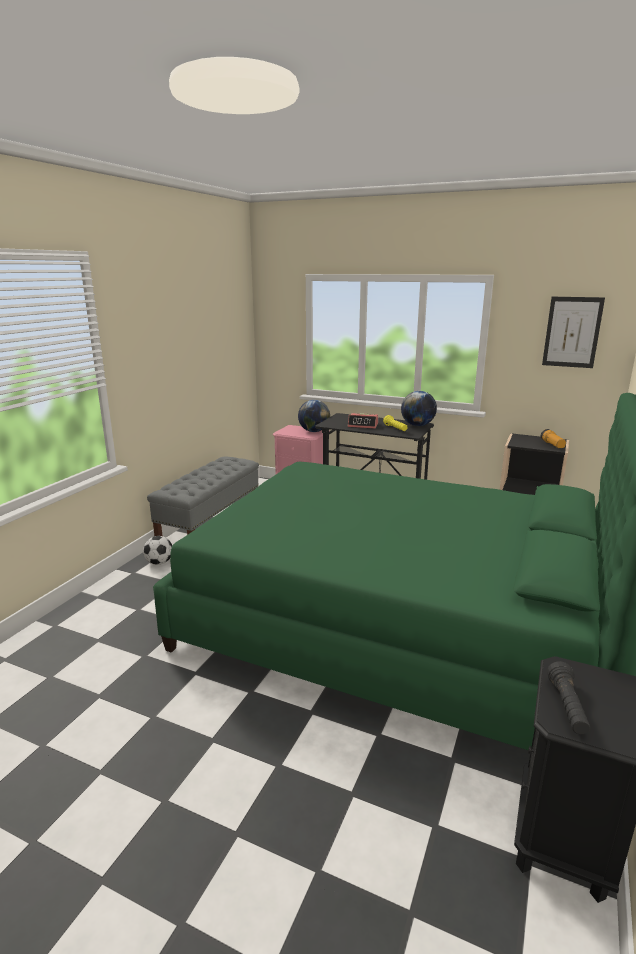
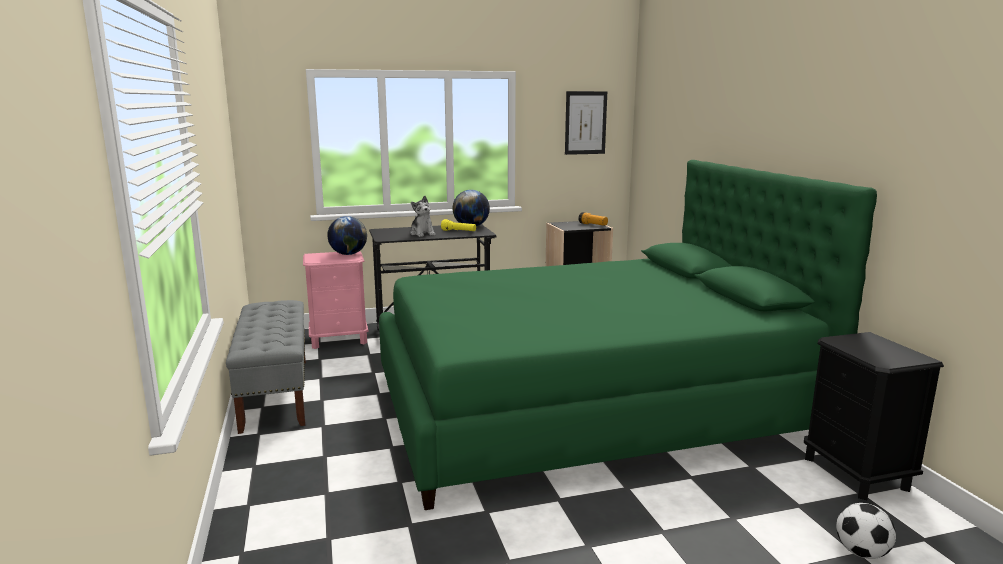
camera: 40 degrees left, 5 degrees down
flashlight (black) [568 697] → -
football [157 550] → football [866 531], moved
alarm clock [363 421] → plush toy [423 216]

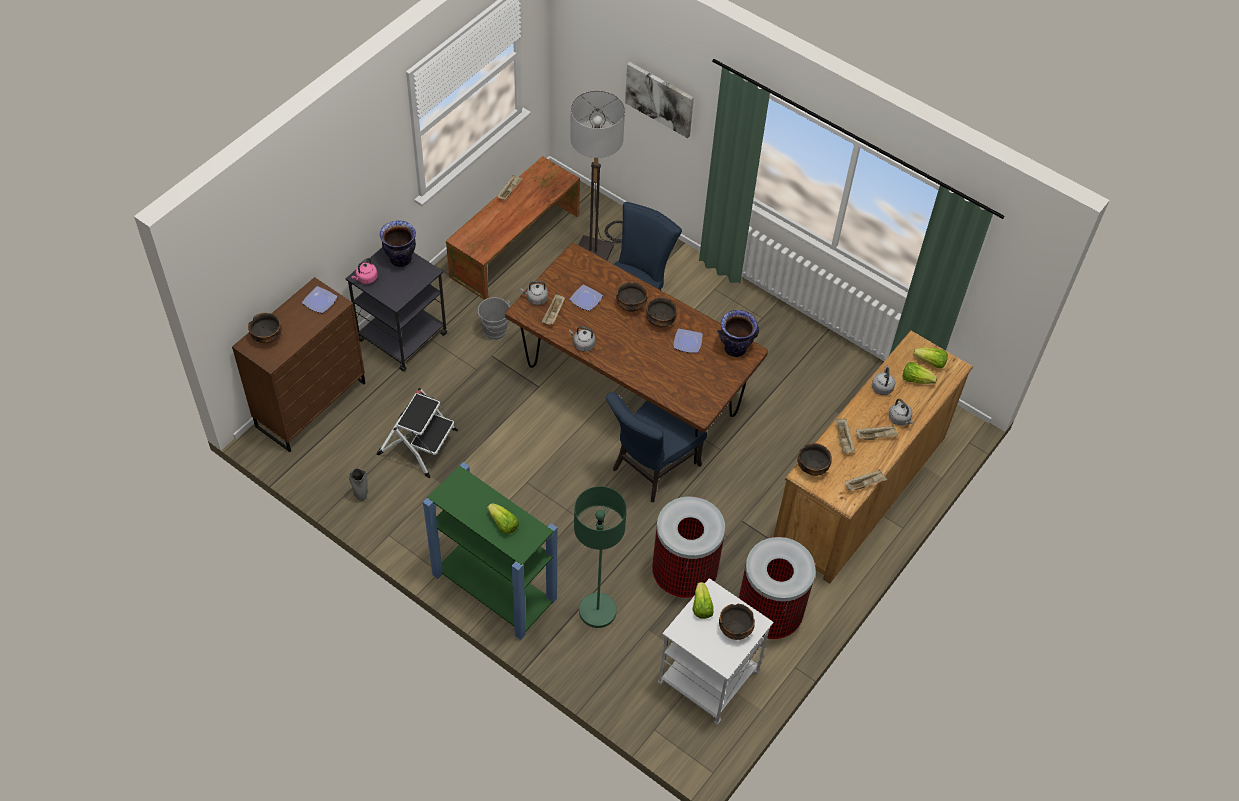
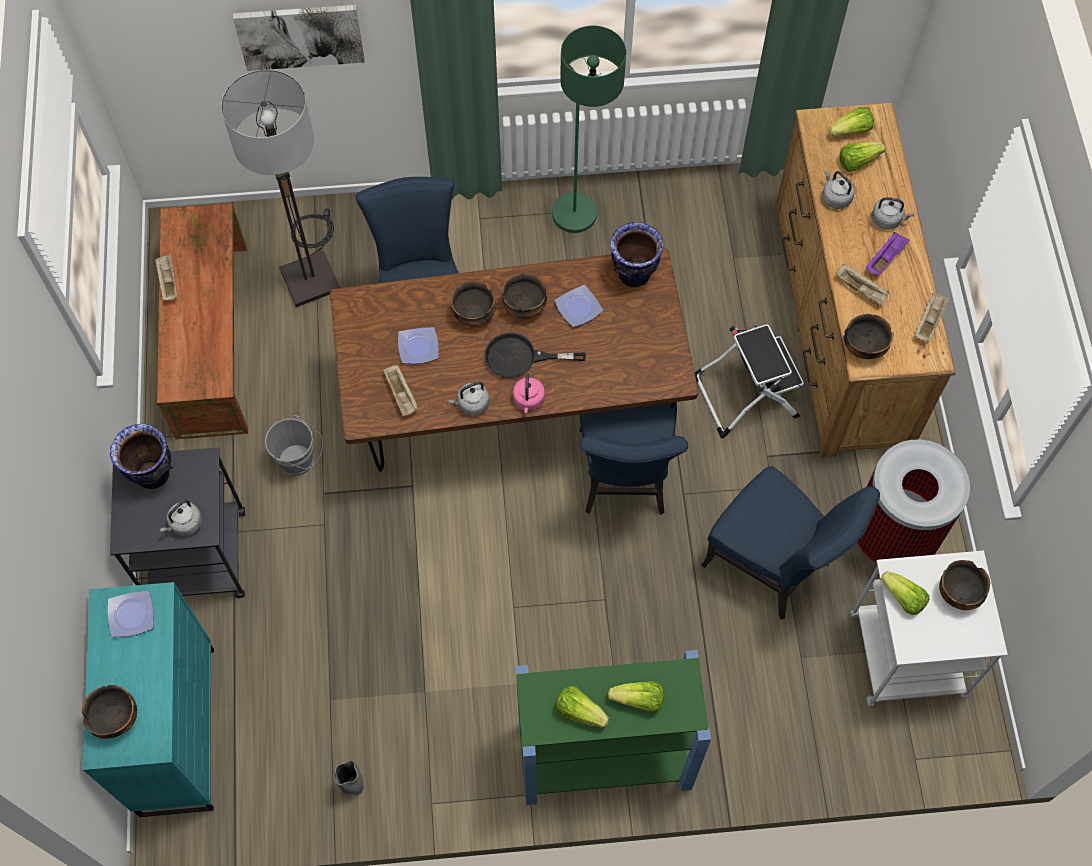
camera: 40 degrees left, 10 degrees up
- → frying pan (black) [535 355]
- → lettuce [582 707]
kettle (pink) [364 271] → kettle (pink) [529 393], moved
step ladder [417 433] → step ladder [749 381], moved
kettle (grey) [534 293] → kettle (grey) [180 518], moved
floor lamp (green) [600 557] → floor lamp (green) [589 129], moved
trash can [688 547] → chair (blue) [790 543]
dresser (brown) [298 364] → dresser (turquoise) [148 699]
tray (beige) [877 432] → tray (purple) [888 254]

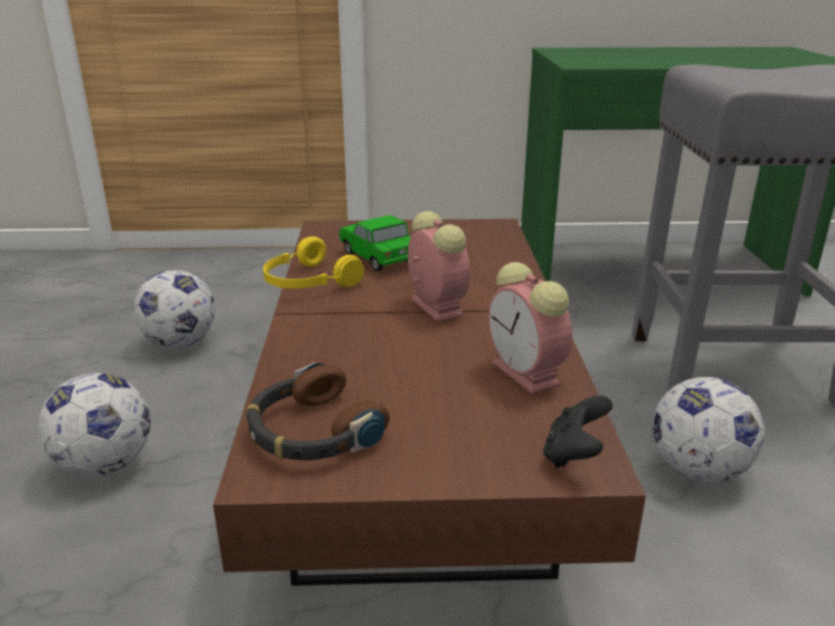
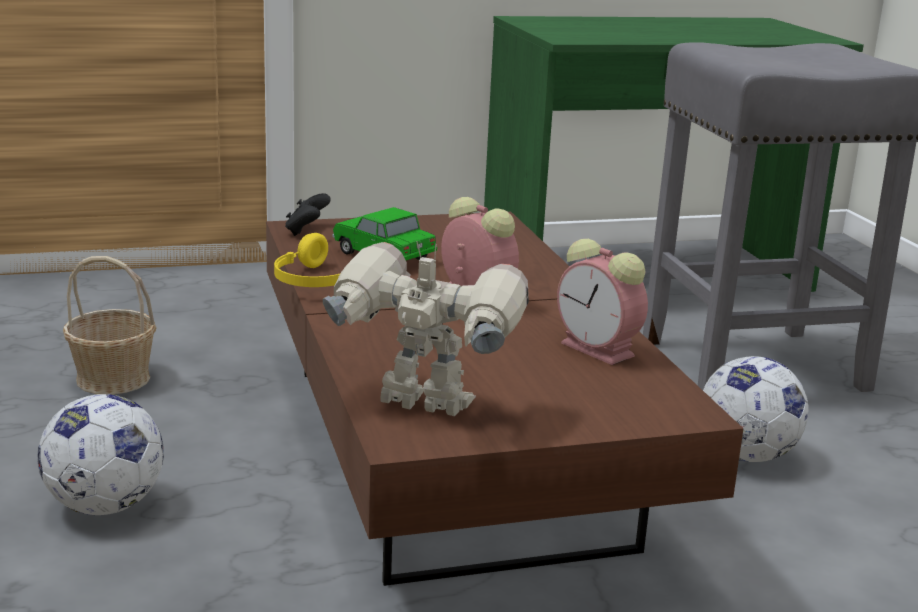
camera: 15 degrees left, 5 degrees down
game controller (black) [578 431] → game controller (black) [308 214], moved
football [174 309] → basket [109 325]
headphones [318 411] → toy robot [426 328]

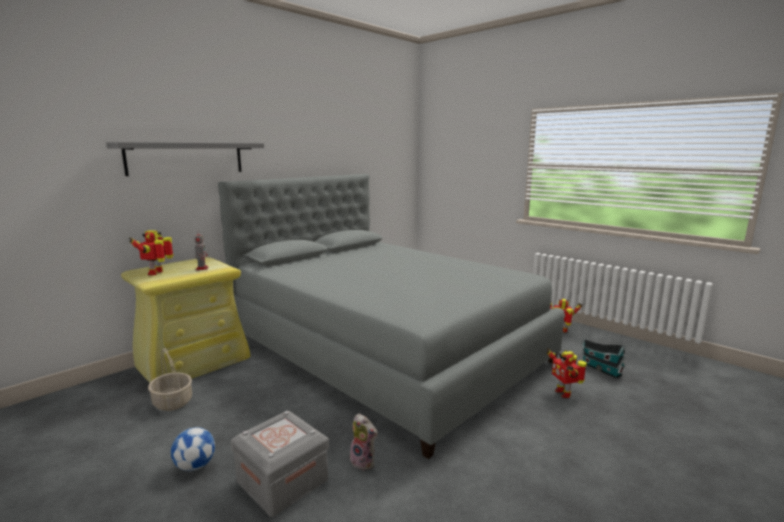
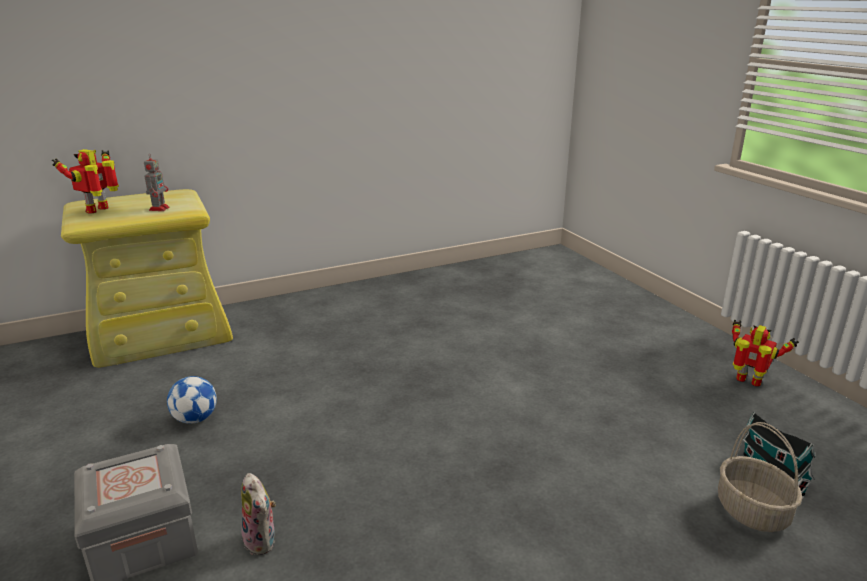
camera: 20 degrees right, 10 degrees up
shelf (grey) [185 159] → -
bed (grey) [391 316] → -
toy robot [567 373] → -
basket [170 379] → basket [760 477], moved
football [193 449] → football [192 400], moved

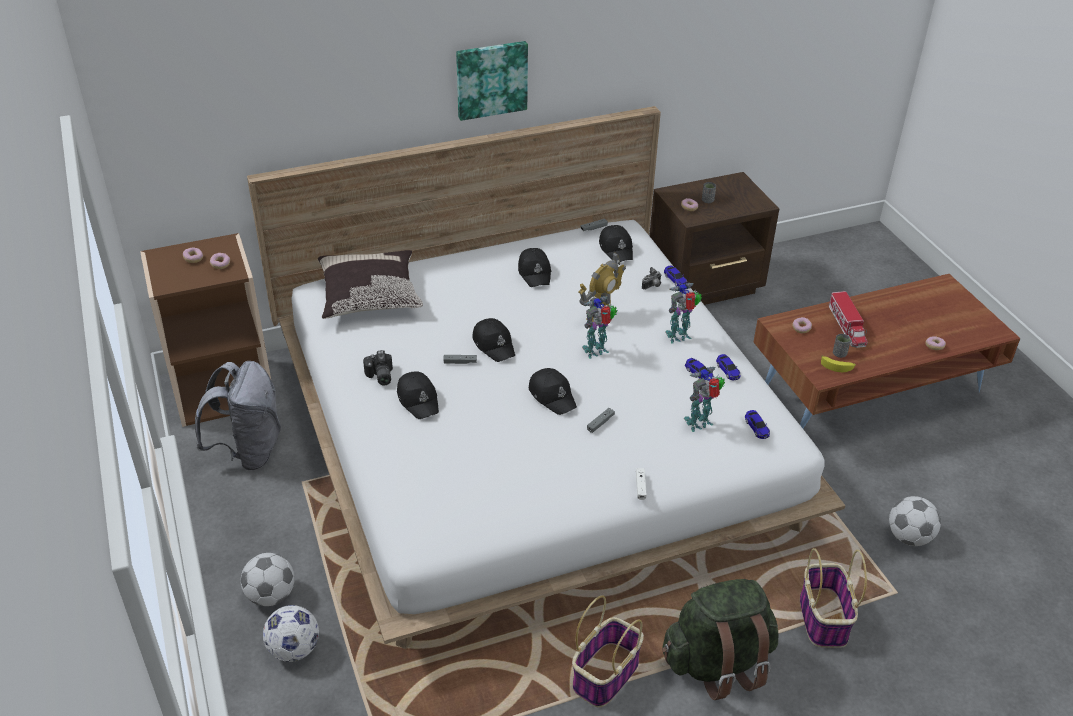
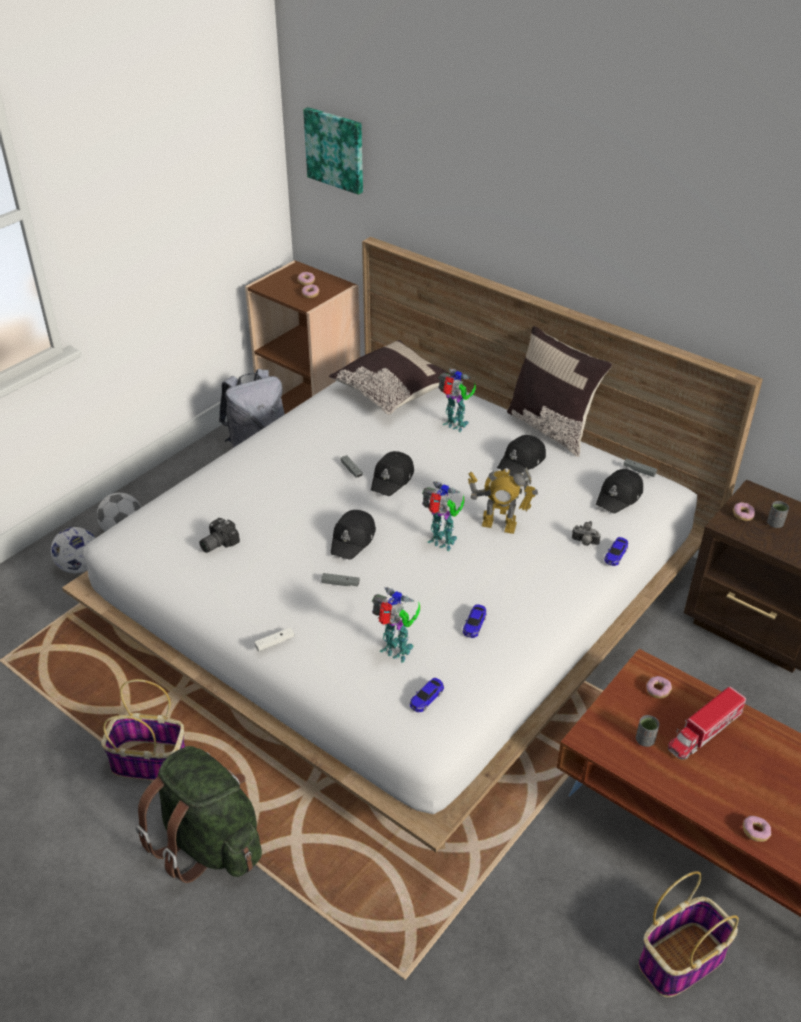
camera: 60 degrees right, 0 degrees up
cap (black) [418 395] → -
toy car [728 367] → -
banana [838 363] → -
football [915 521] → -
- → pillow [559 391]
photo camera [378 368] → photo camera [219 535], moved
picture [492 81] → picture [333 151], moved
toy robot [683 313] → toy robot [457 400], moved
basket [833 598] → basket [688 934], moved

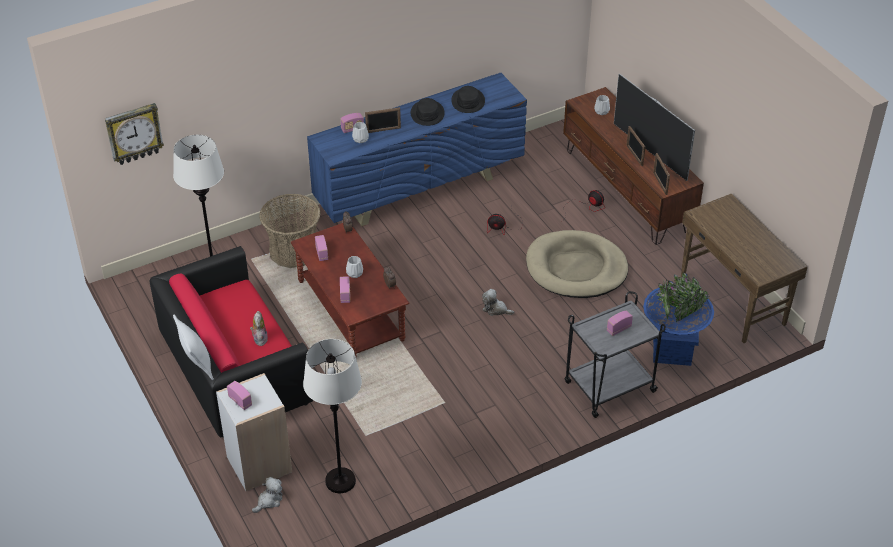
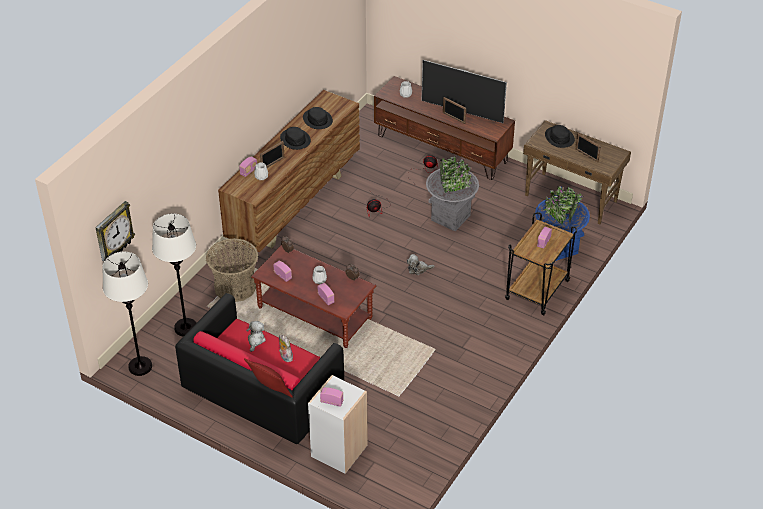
camera: 30 degrees left, 0 degrees up
- → hat (black) [560 136]
plush toy [267 495] → plush toy [256 336], moved
floor lamp (white) [332 416] → floor lamp (white) [127 314], moved
picture frame [661 174] → picture frame [588 148], moved
dog bed (beige) [577 264] → planter (grey) [452 194]
pillow (white) [193 347] → pillow (red) [268 378]
cabinet (blue) [417 149] → cabinet (brown) [289 171]
cart (grey) [615 354] → cart (brown) [541 263]

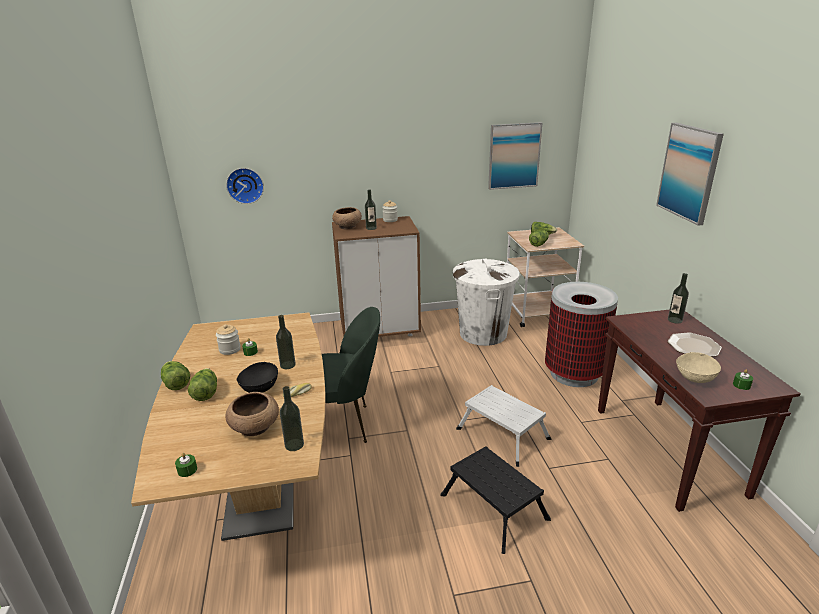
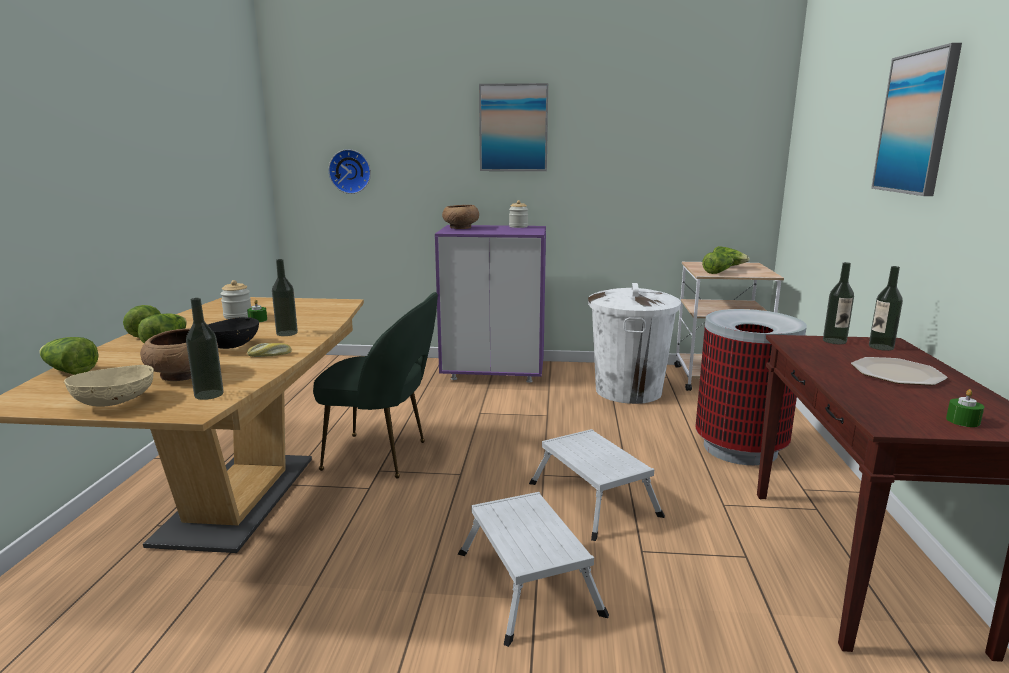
camera: 15 degrees right, 10 degrees down
candle (green) [186 465] → -
- → lettuce [69 356]
bottle [371 210] → bottle [838 303], moved
picture [515 156] → picture [513 127], moved
bowl (beige) [698 367] → bowl (beige) [109 386], moved
cabinet (brown) [376 276] → cabinet (purple) [490 304]
step ladder (black) [495 500] → step ladder (white) [533 569]

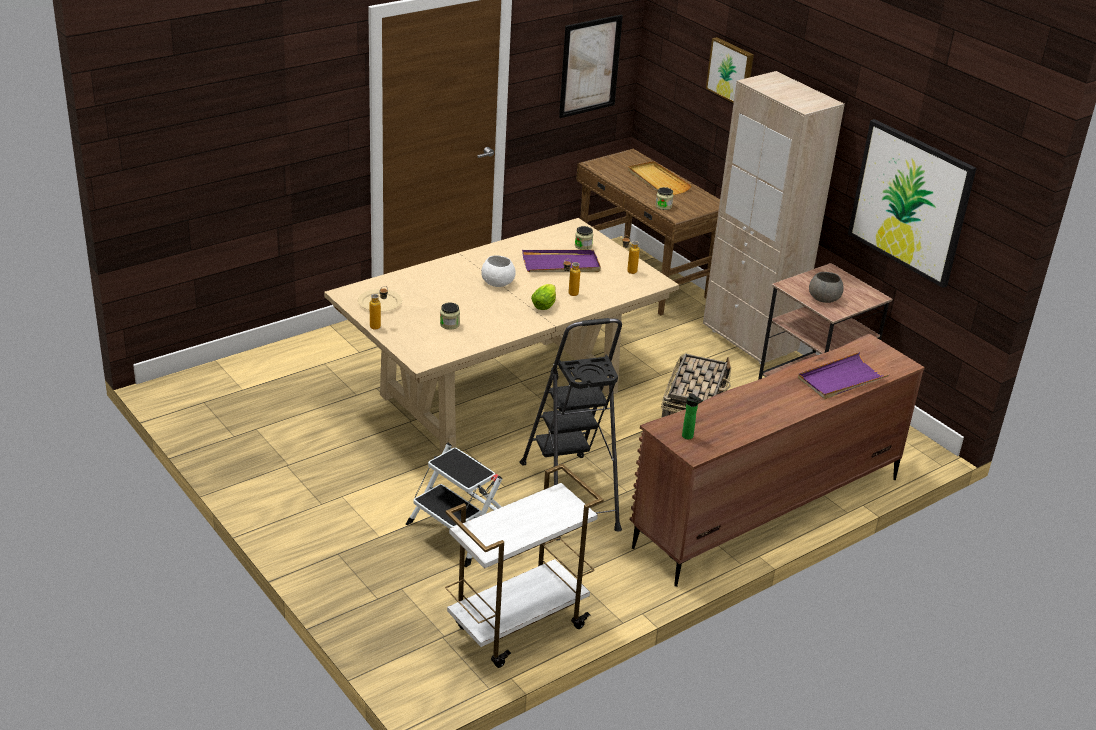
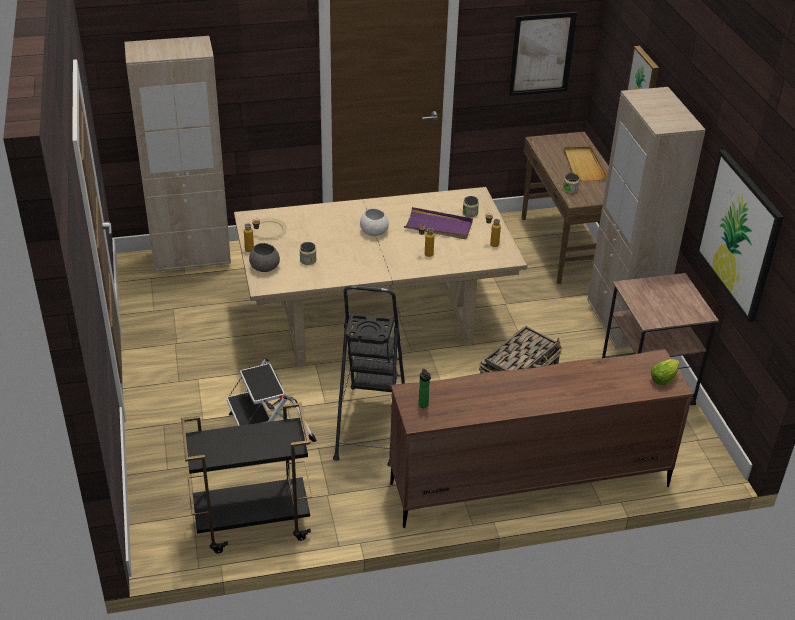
camera: 25 degrees right, 5 degrees up
tray (purple) [843 375] → -
- → cabinet (beige) [177 154]
lettuce [543 297] → lettuce [665 372], moved
bowl (grey) [826 287] → bowl (grey) [264 257], moved
cart (white) [524 566] → cart (black) [246 478]

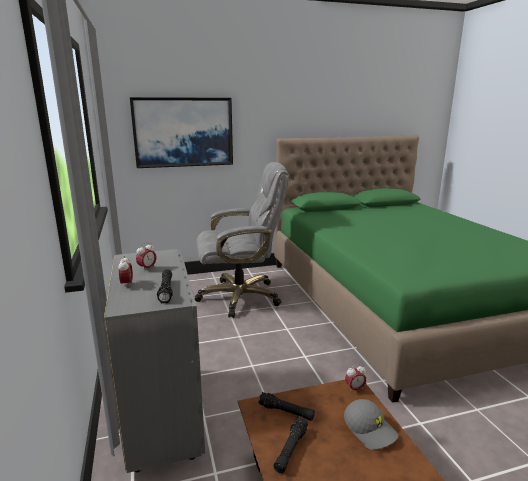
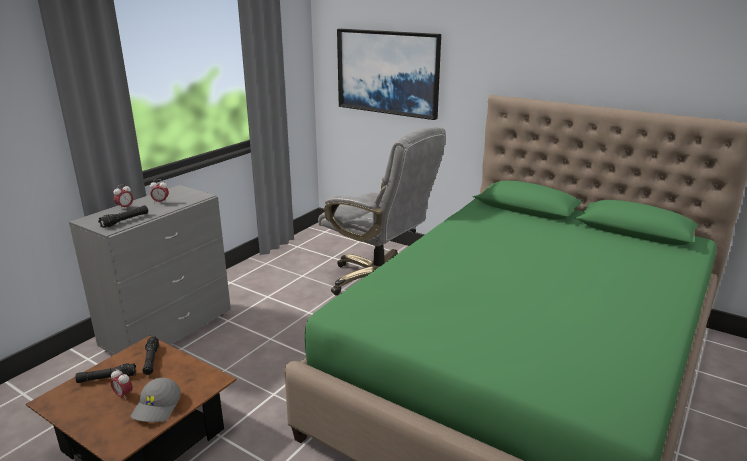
camera: 50 degrees right, 5 degrees up
alarm clock [355 378] → alarm clock [122 384], moved

